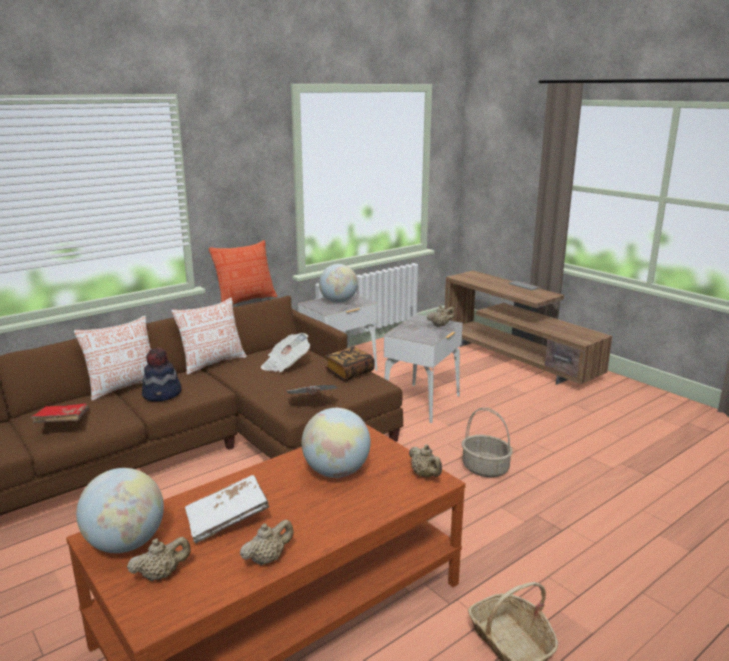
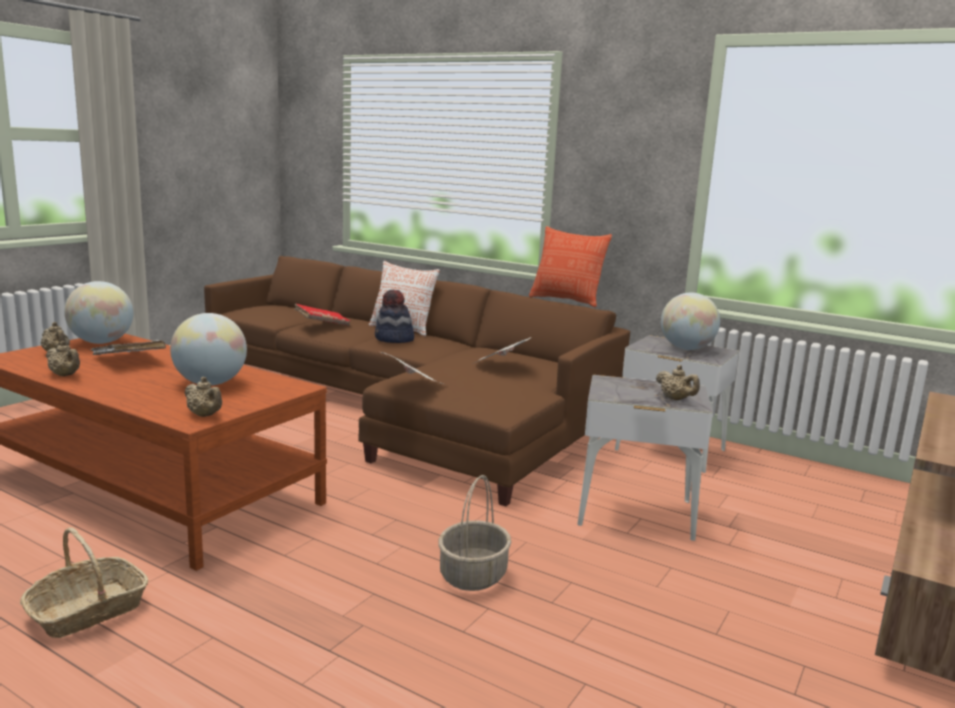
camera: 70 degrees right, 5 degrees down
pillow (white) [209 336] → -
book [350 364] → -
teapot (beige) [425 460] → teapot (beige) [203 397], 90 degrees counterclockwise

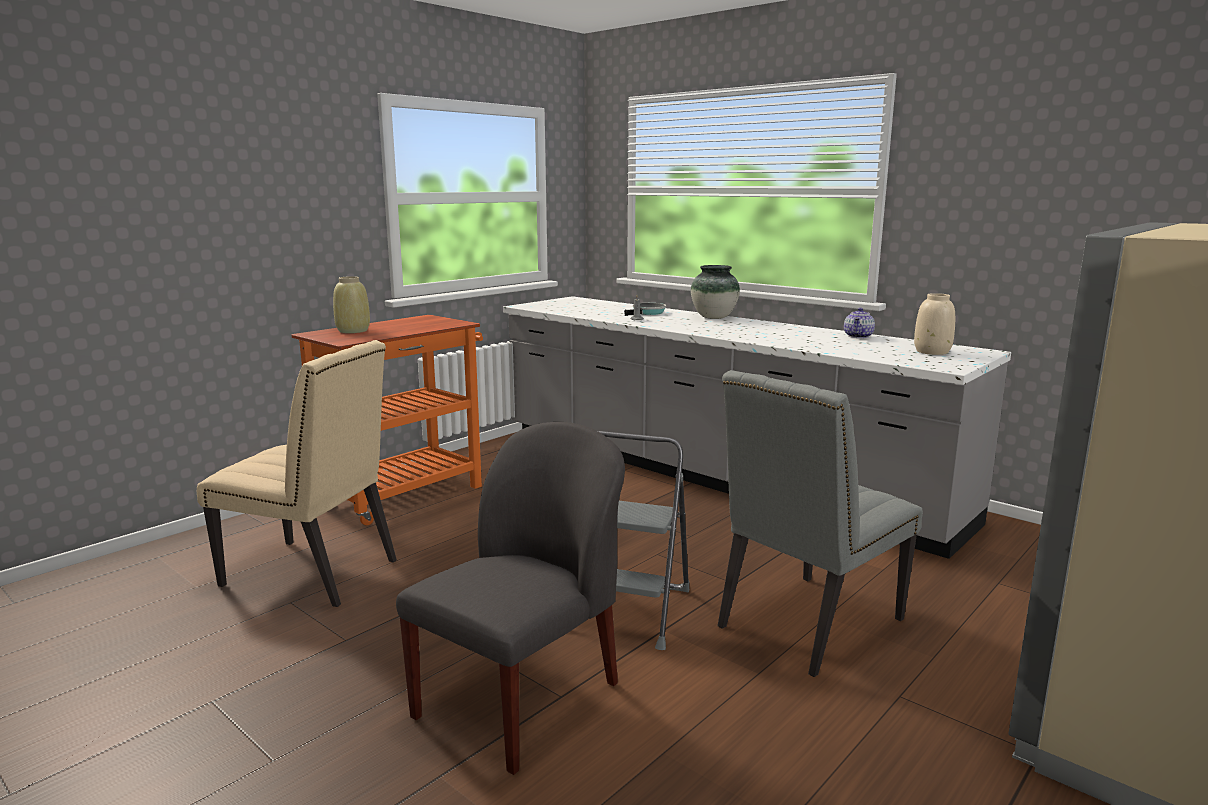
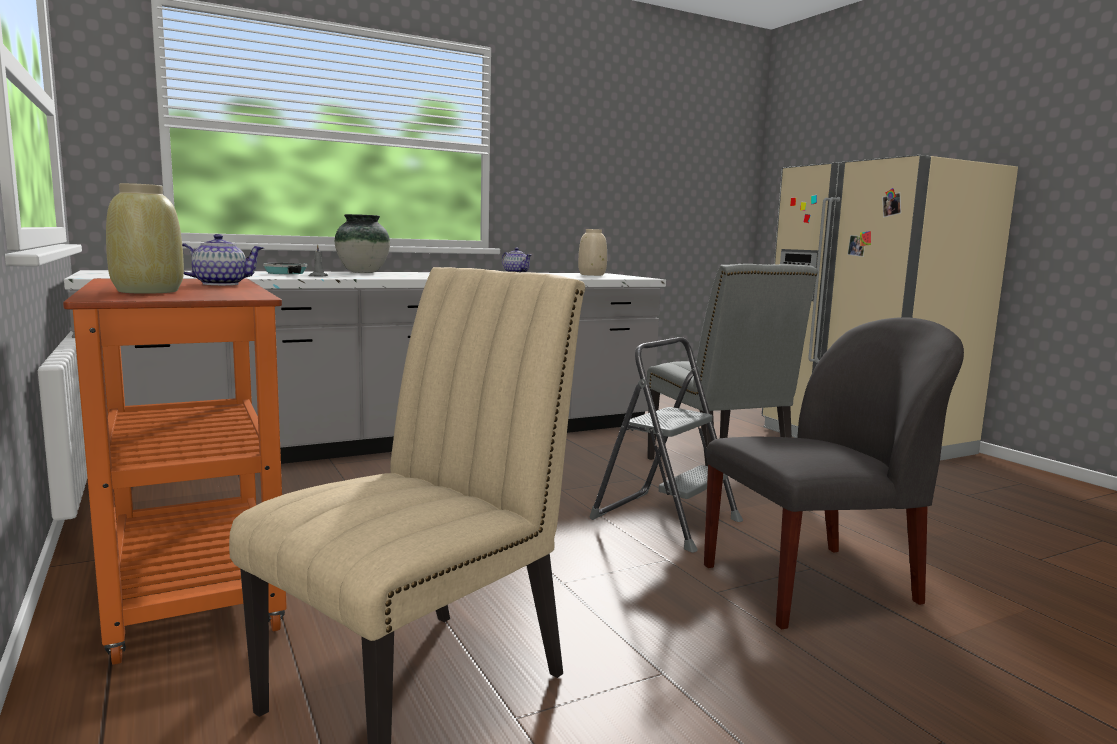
camera: 70 degrees left, 5 degrees down
- → teapot [223 259]
chair (grey) [510 598] → chair (grey) [834 473], 105 degrees clockwise

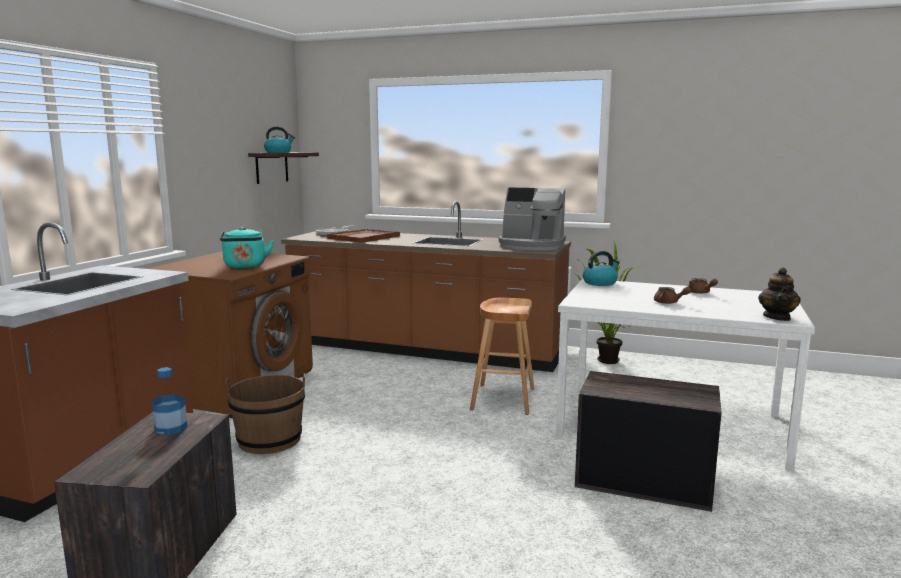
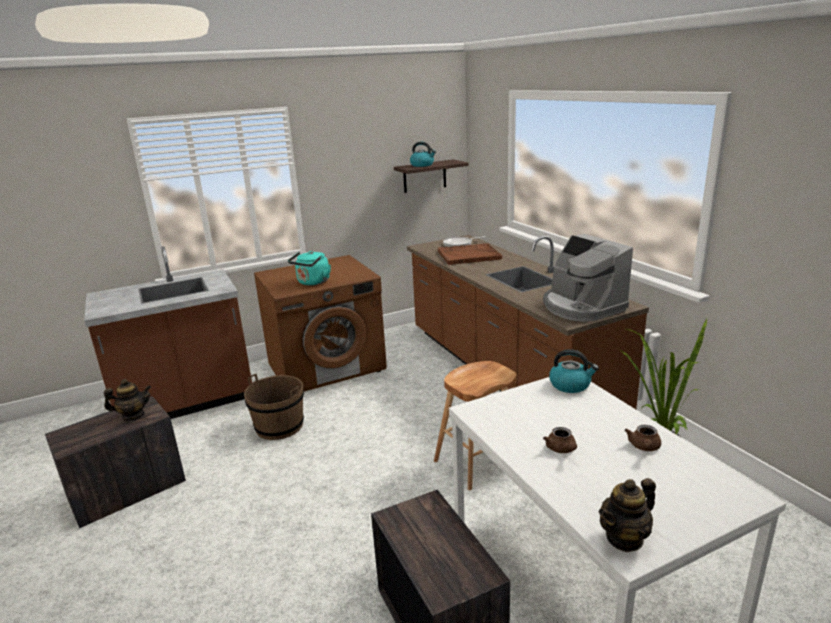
camera: 45 degrees right, 10 degrees up
bottle [169 401] → teapot [127 400]

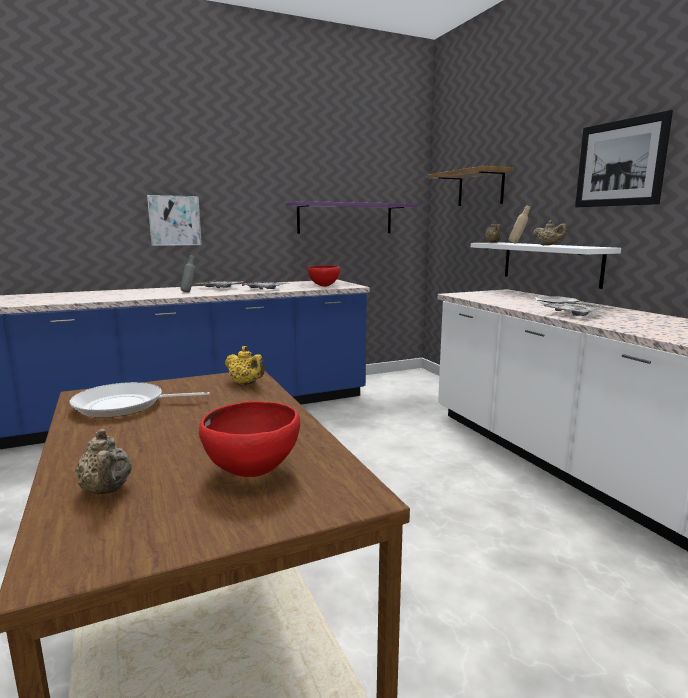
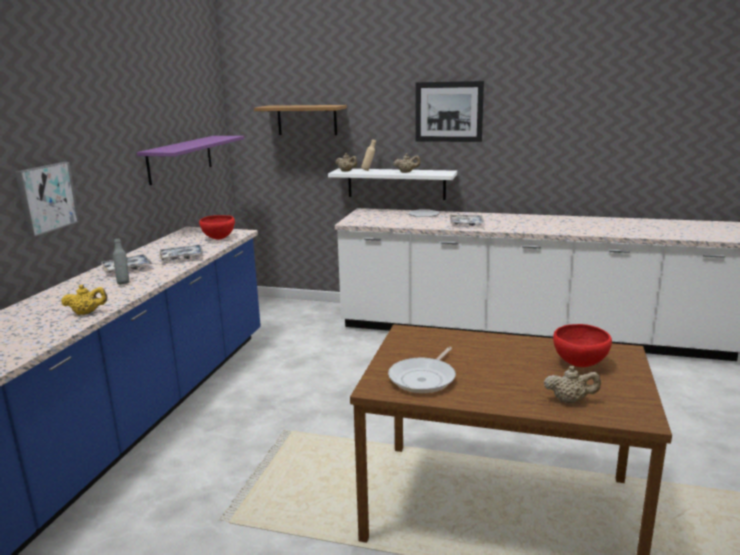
camera: 50 degrees left, 5 degrees up
teapot (yellow) [245 365] → teapot (yellow) [84 299], moved

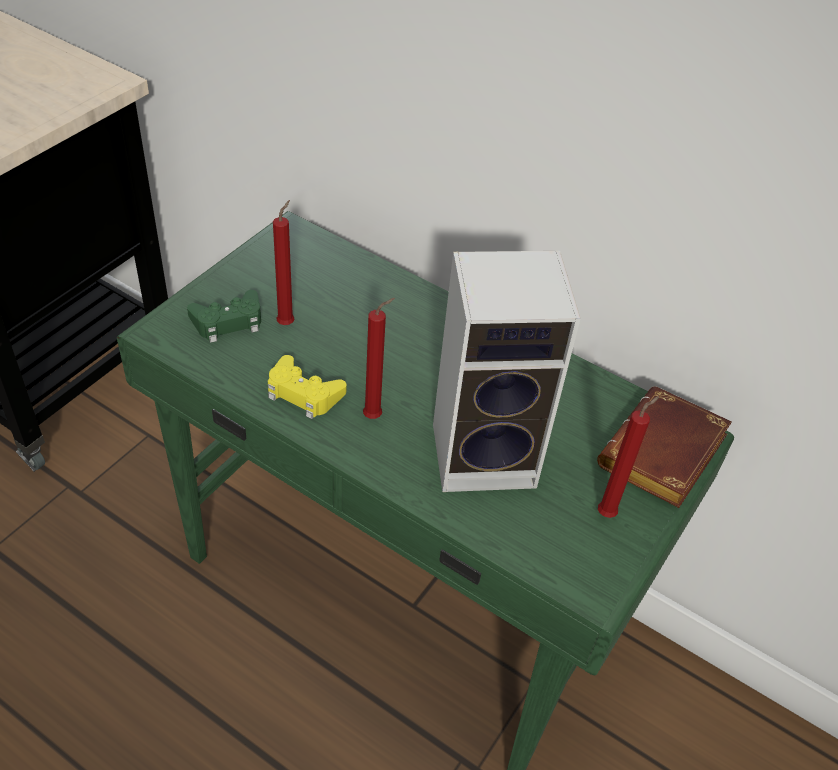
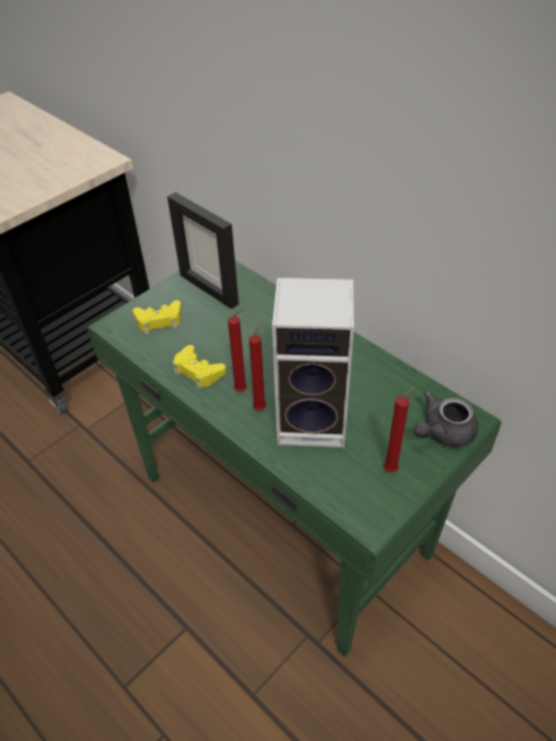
camera: 15 degrees right, 0 degrees up
- → picture frame [203 250]
candle (red) [283 262] → candle (red) [257 367], moved
book (brown) [664 447] → teapot (grey) [446 419]
game controller (green) [224 316] → game controller (yellow) [157 317]

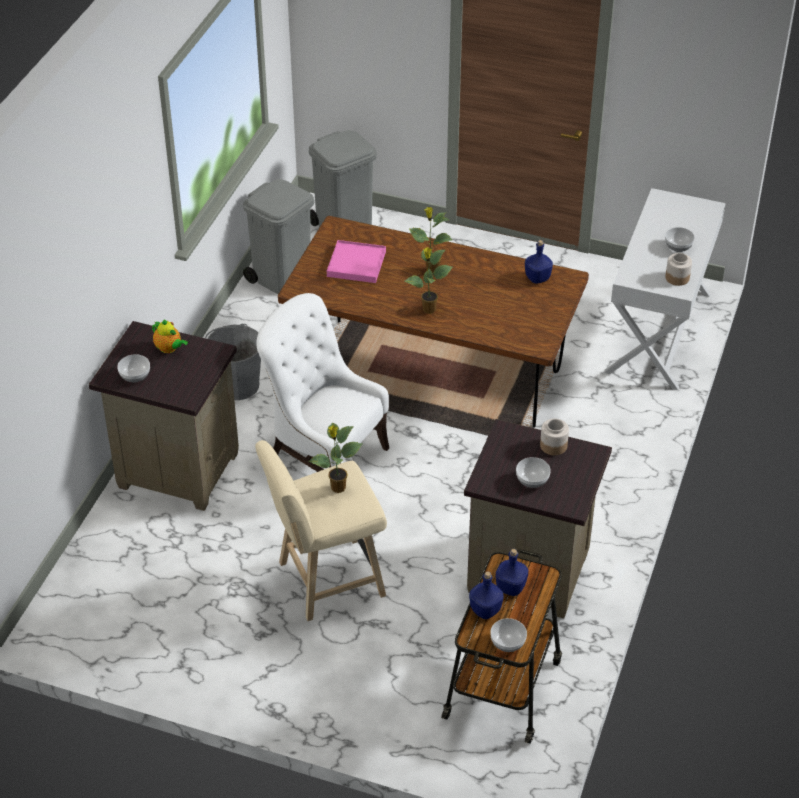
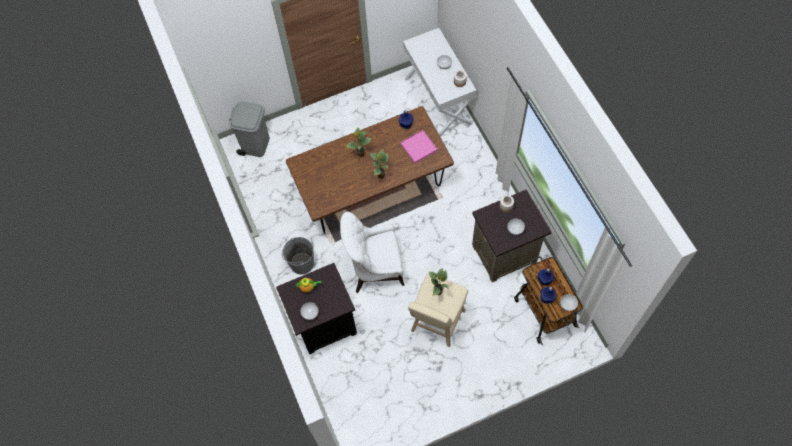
camera: 40 degrees left, 20 degrees up
trash can (grey) [278 236] → -
tray (pink) [356 261] → tray (pink) [419 147], moved
cabinet (beige) [164 416] → cabinet (black) [316 308]

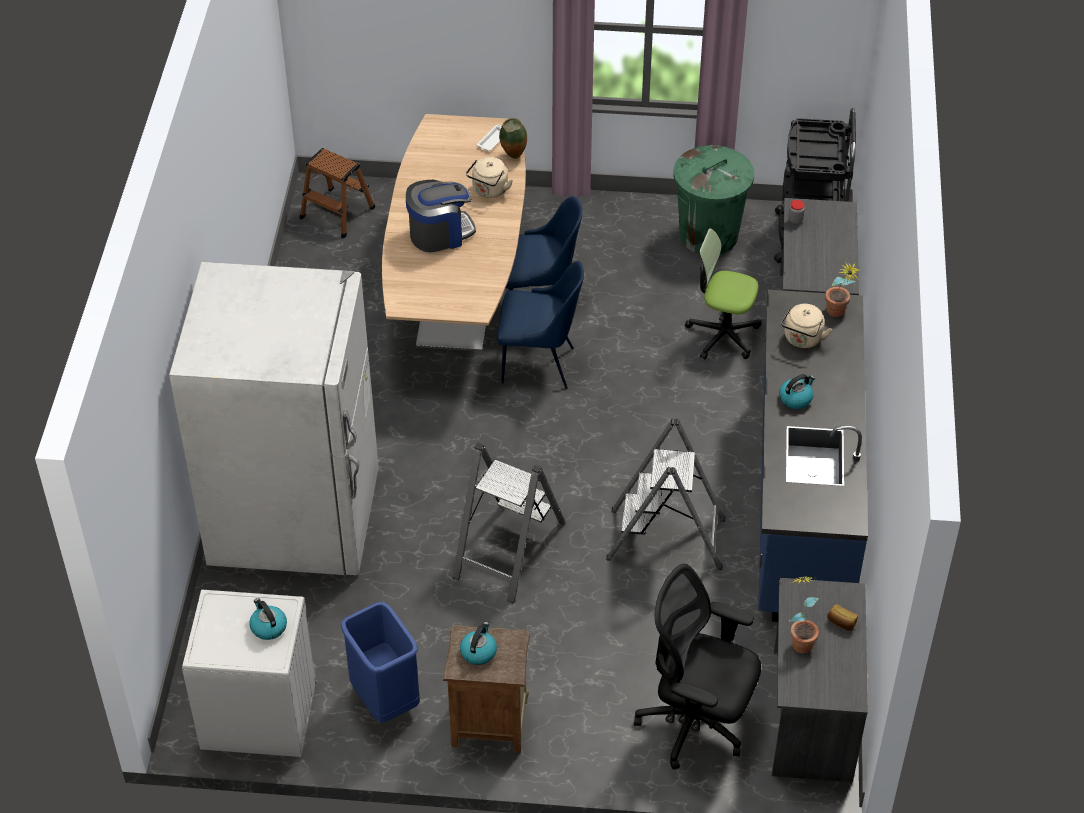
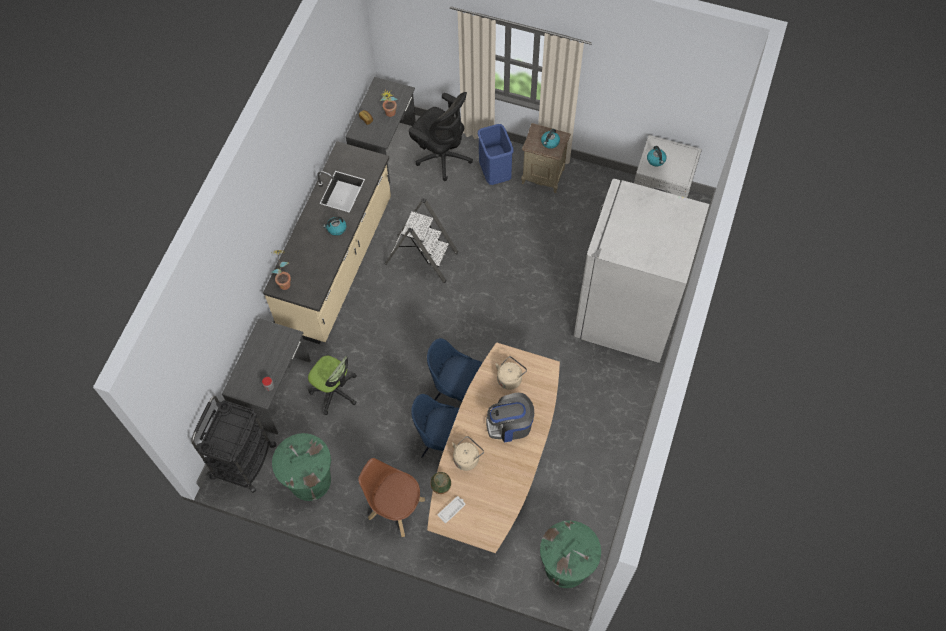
camera: 165 degrees left, 15 degrees up
step ladder (grey) [509 522] → -
- → chair (brown) [391 497]
trash can (blue) [380 662] → trash can (blue) [496 154], moved
kettle (beige) [806 326] → kettle (beige) [511 373], moved
step ladder (brown) [337 193] → trash can (green) [570 554]
counter (blue) [813 456] → counter (beige) [327 242]

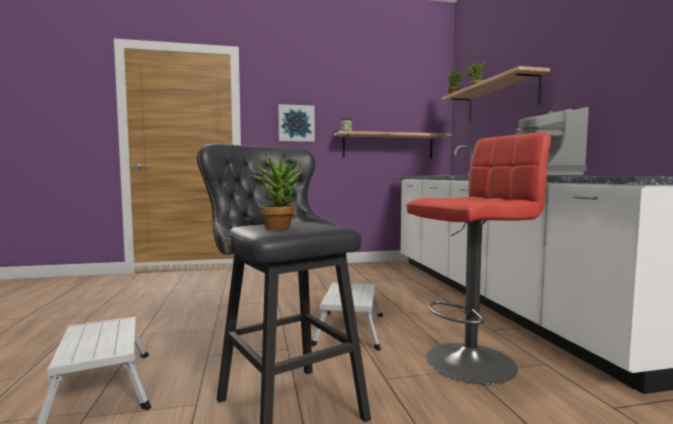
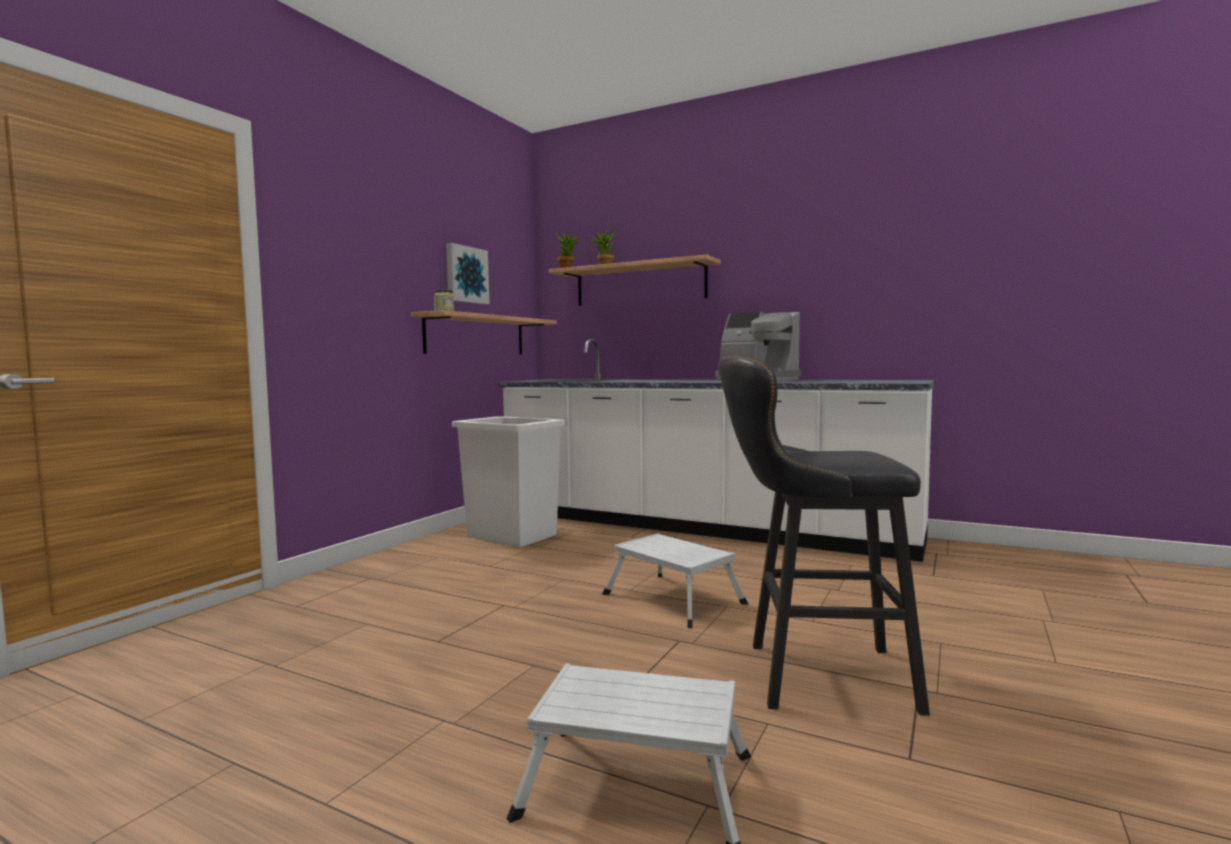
camera: 50 degrees left, 0 degrees up
potted plant [276 193] → -
stool (red) [479 258] → -
- → trash can (white) [508 482]
picture [296 123] → picture [467 274], moved

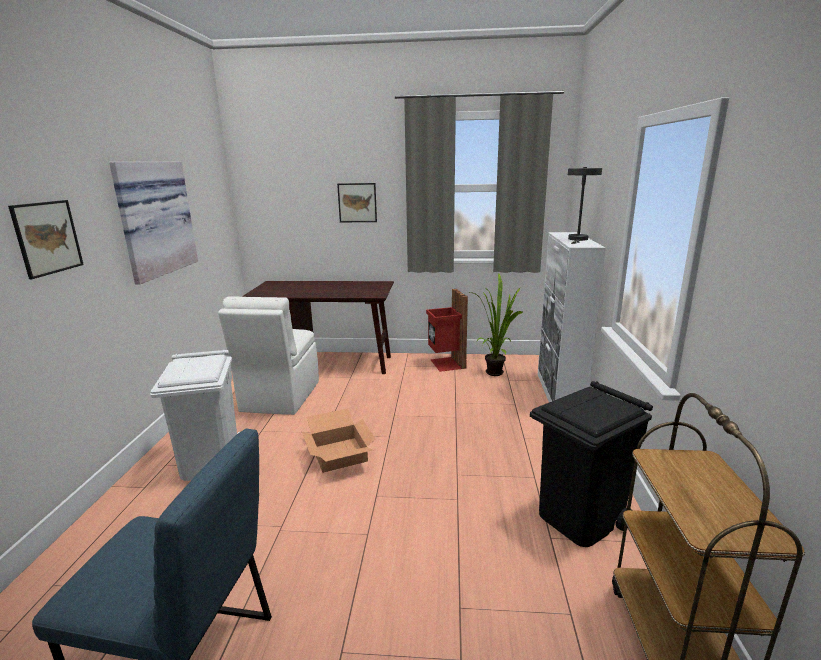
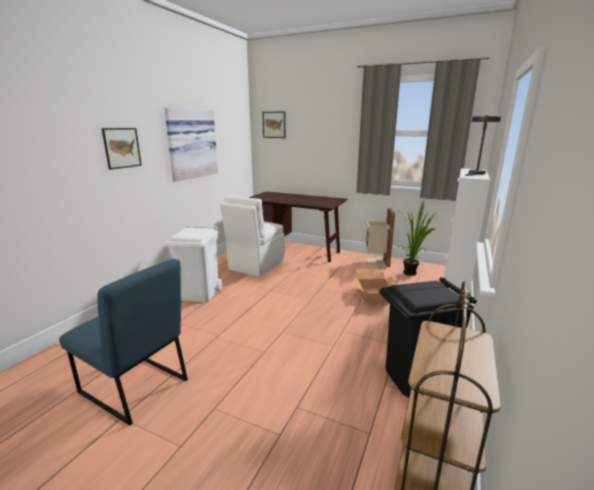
camera: 20 degrees right, 0 degrees up
cardboard box [339 440] → cardboard box [375 285], moved
picture [357 202] → picture [273 124], moved
trash can (red) [447 330] → trash can (beige) [380 237]

